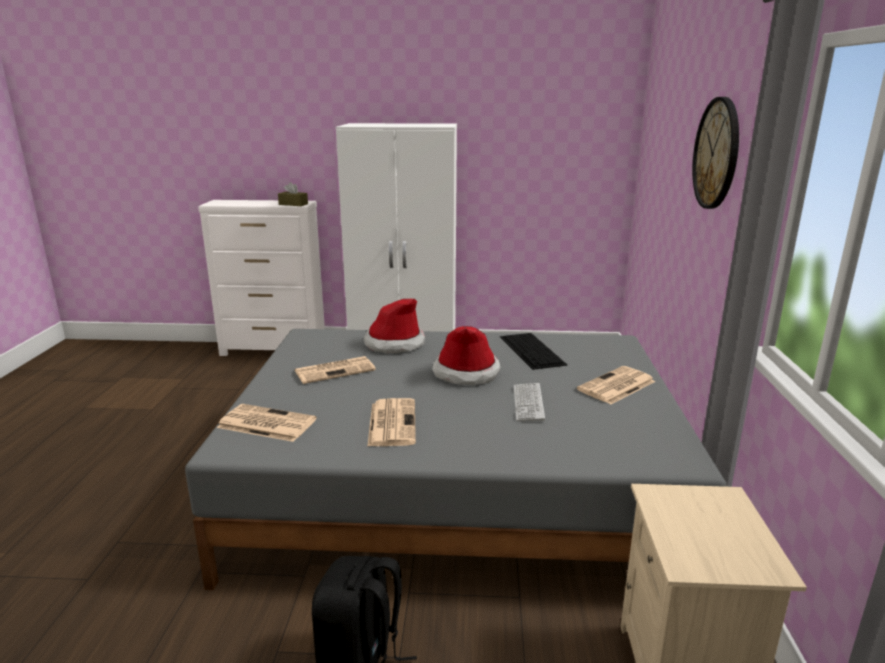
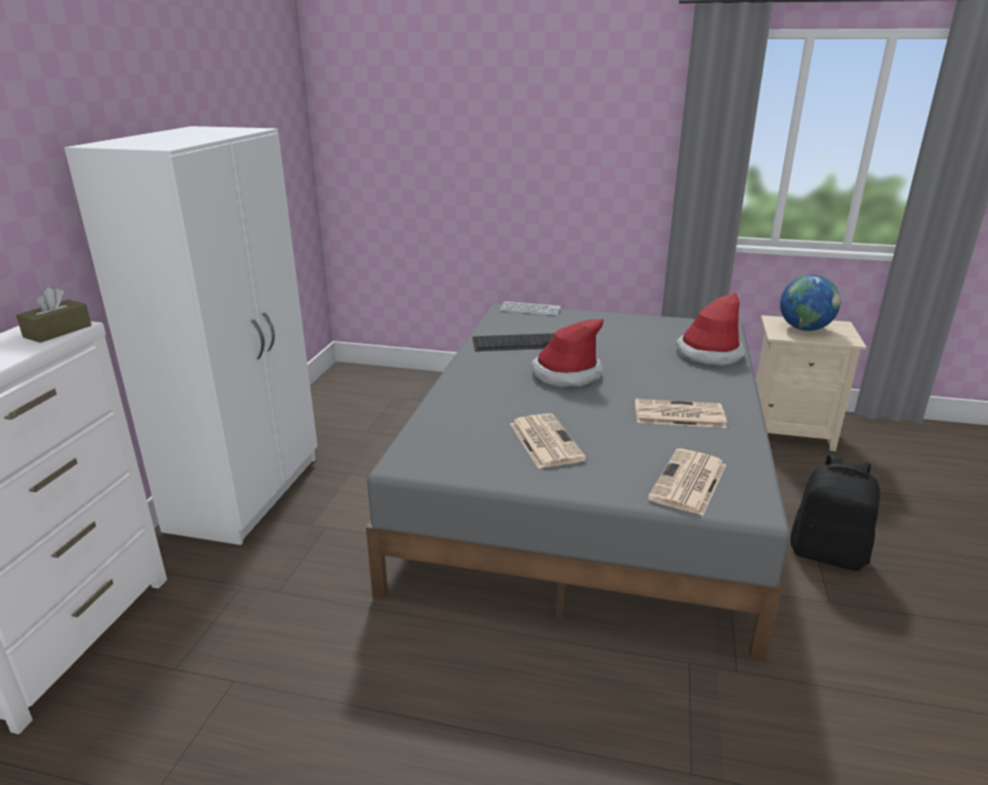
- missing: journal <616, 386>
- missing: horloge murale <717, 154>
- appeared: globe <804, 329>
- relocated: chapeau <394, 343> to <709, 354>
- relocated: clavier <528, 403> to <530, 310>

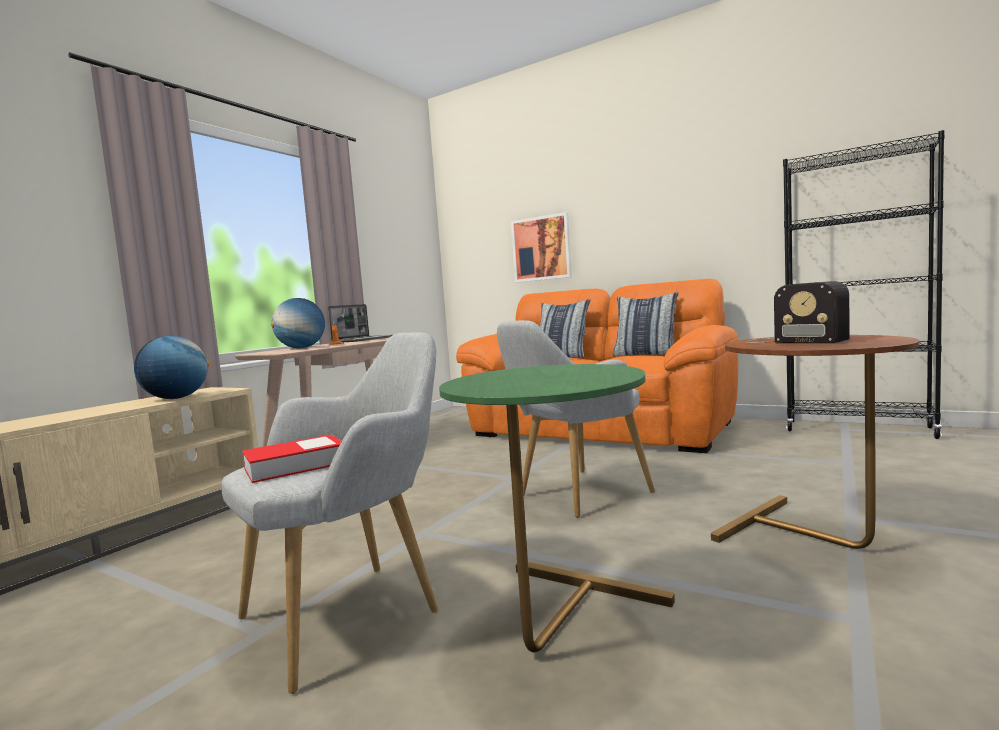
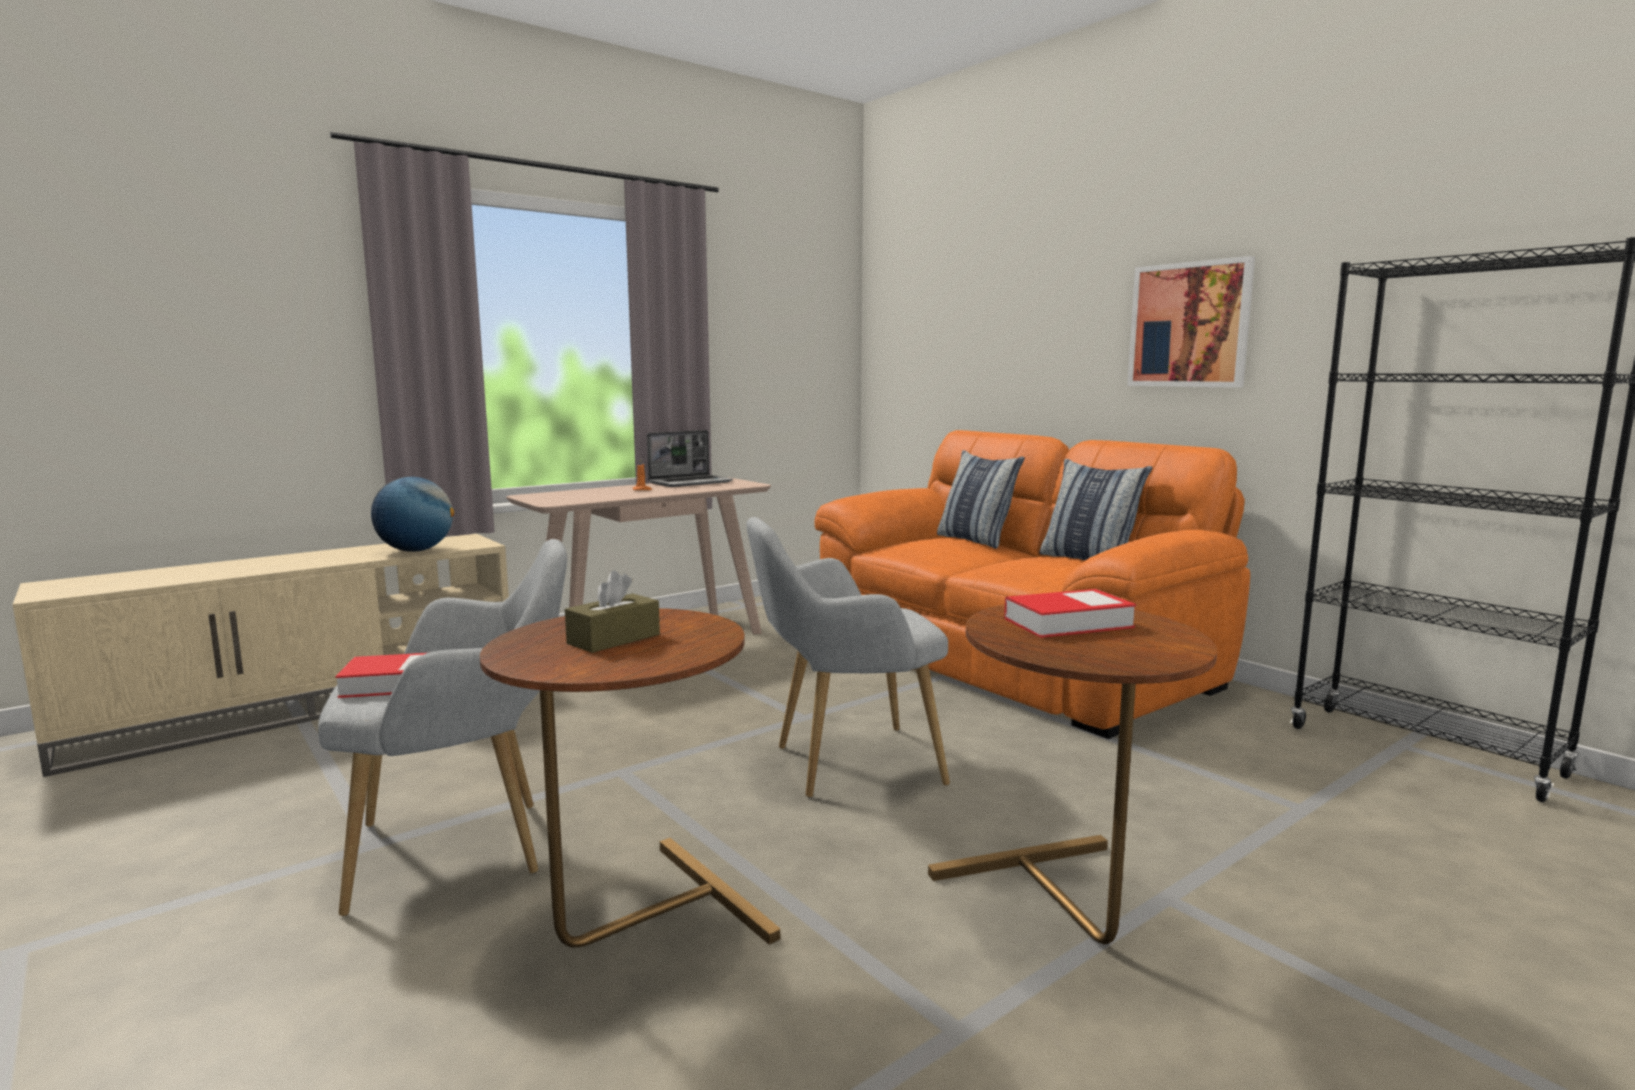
- missing: globe <301, 348>
- appeared: boîte à mouchoirs/marron <614, 639>
- relocated: tableau <541, 248> to <1189, 325>
- exchanged: radio <791, 341> to livre <1068, 623>
- colour: table d'appoint/vert <558, 623> to table d'appoint/marron <633, 924>

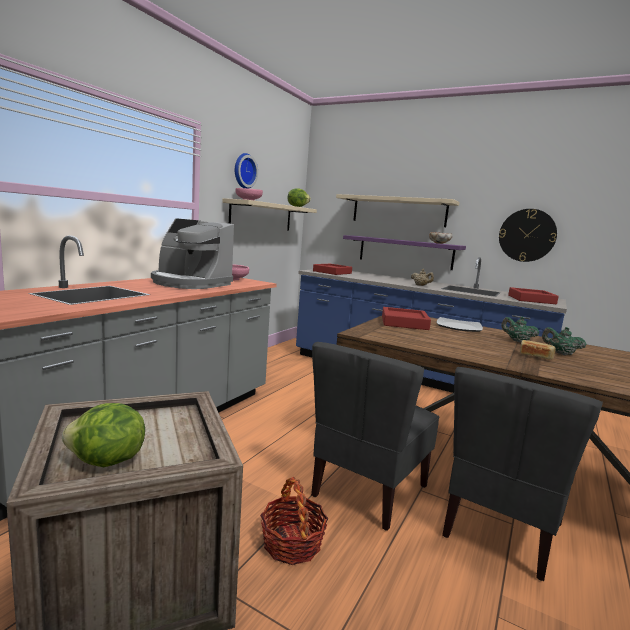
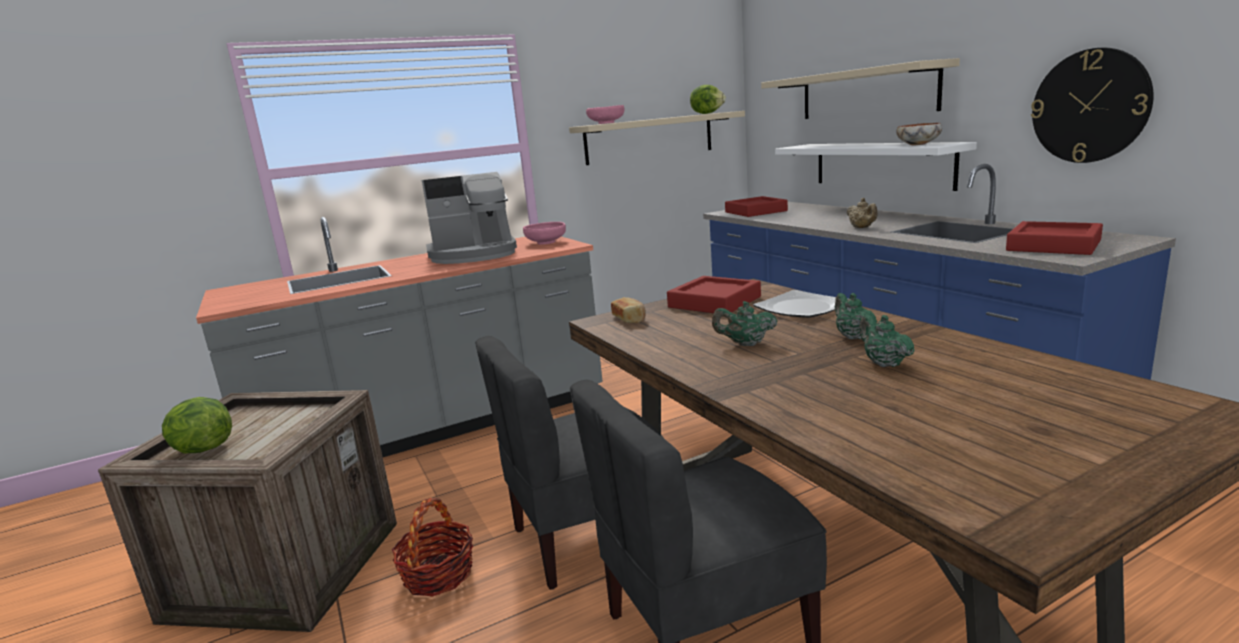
- missing: horloge murale <243, 171>
- appeared: théière/vert <745, 344>
- relocated: pain <535, 356> to <629, 319>
- colour: étagère/violet <405, 252> to étagère/blanc <881, 165>
- spun: machine à café <190, 283> = <474, 254> 75 degrees counterclockwise

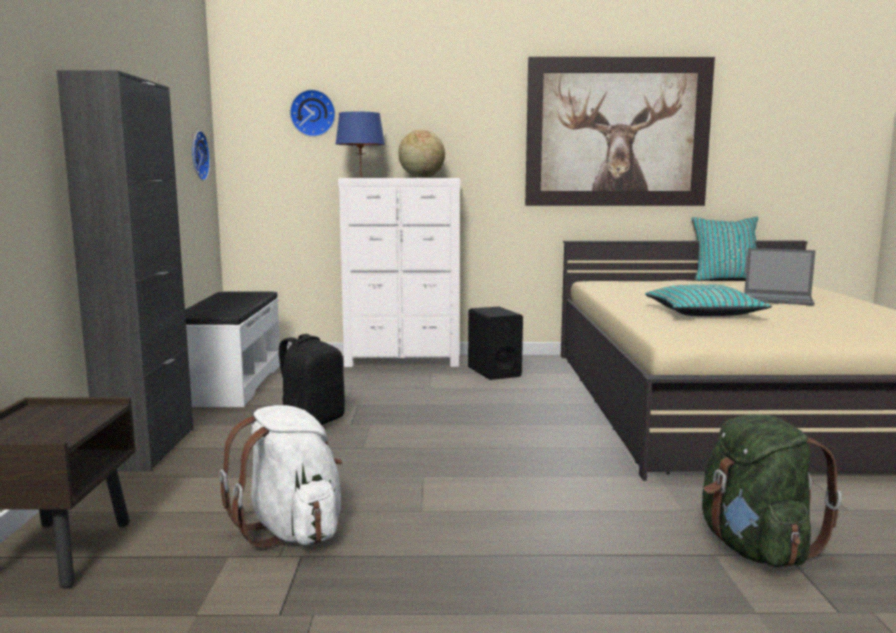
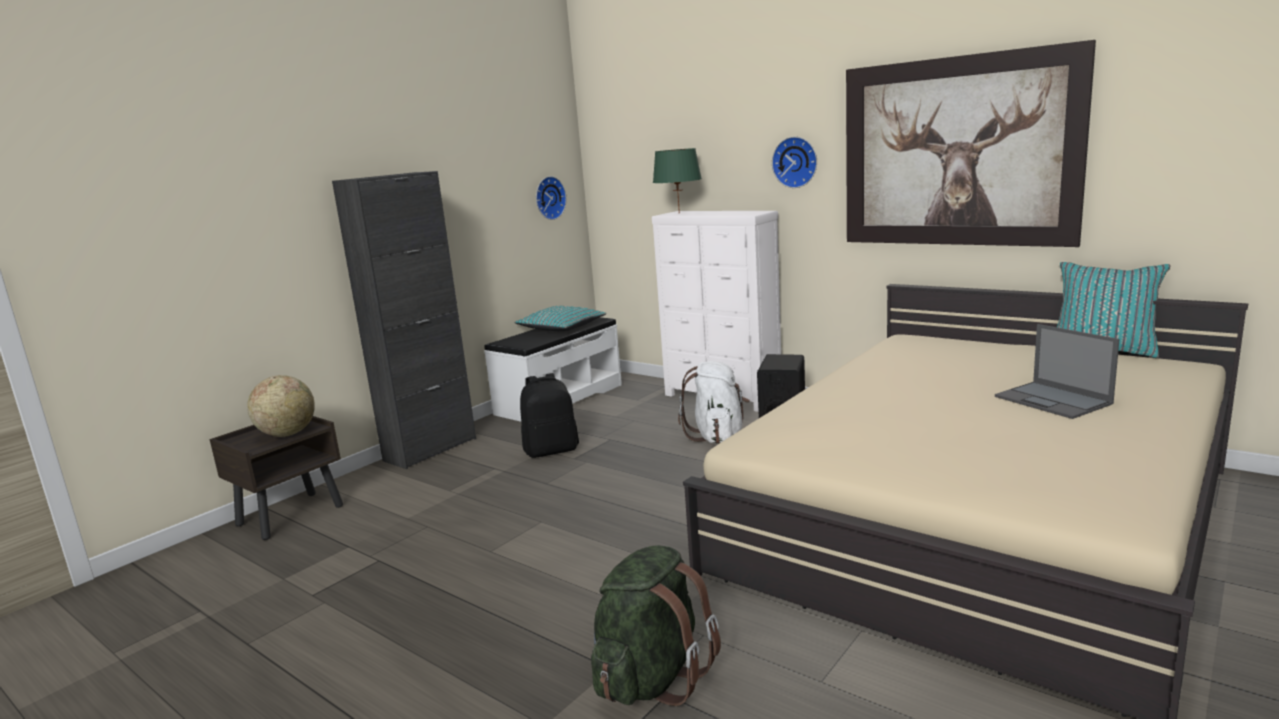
- relocated: sac à dos/blanc <292, 530> to <717, 437>
- relocated: horloge murale <313, 113> to <796, 162>
- relocated: globe <421, 177> to <287, 434>
- relocated: coussin/turquoise <703, 313> to <561, 327>
- colour: lampe de table/bleu <360, 177> to lampe de table/vert <679, 213>

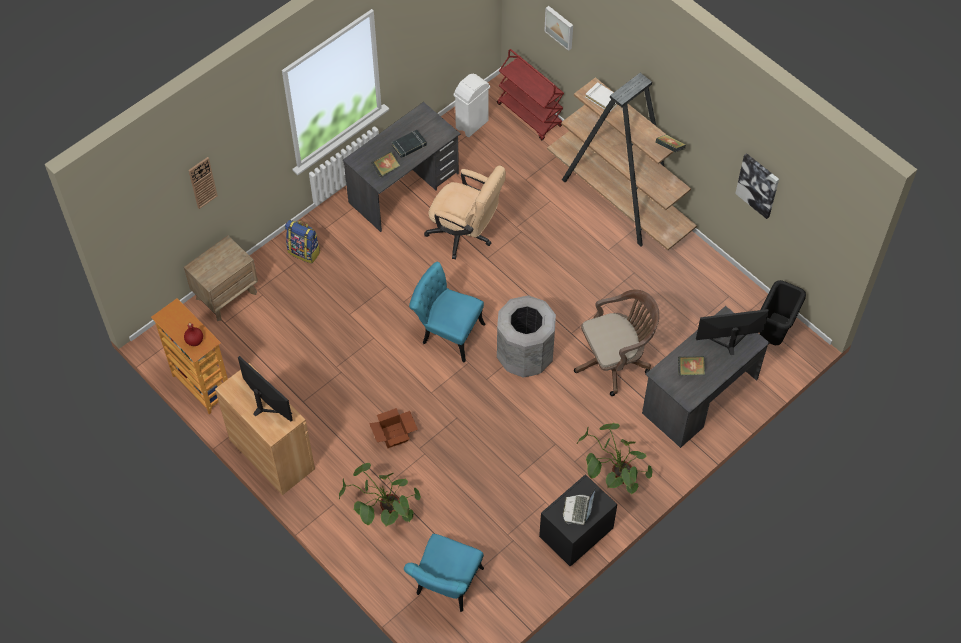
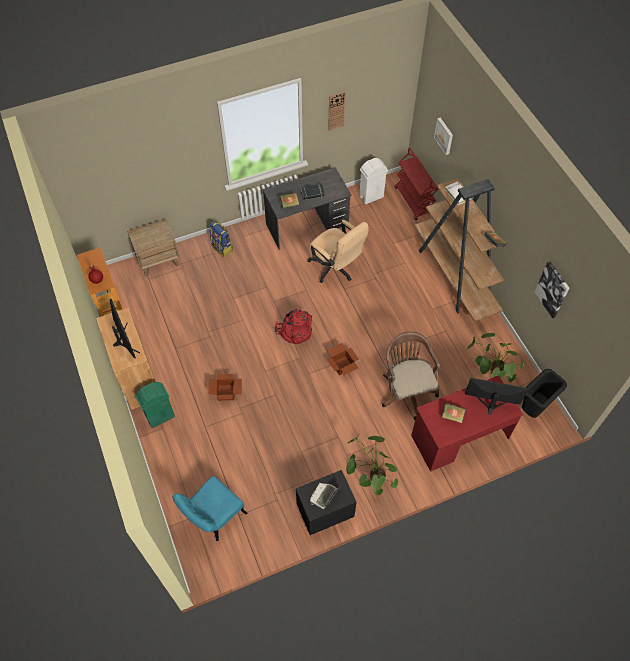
- appeared: poubelle/vert <160, 416>
- relocated: horloge murale <202, 182> to <336, 110>
- relocated: plante en pot <382, 514> to <490, 372>
- exchanged: chaise/turquoise <447, 332> to sac à dos/rouge <294, 331>
- exchanged: poubelle/gris <525, 356> to carton <342, 366>
- colour: bureau/gris <699, 396> to bureau/rouge <459, 437>
- spun: chaise de bureau/marron <615, 361> = <406, 390> 105 degrees counterclockwise

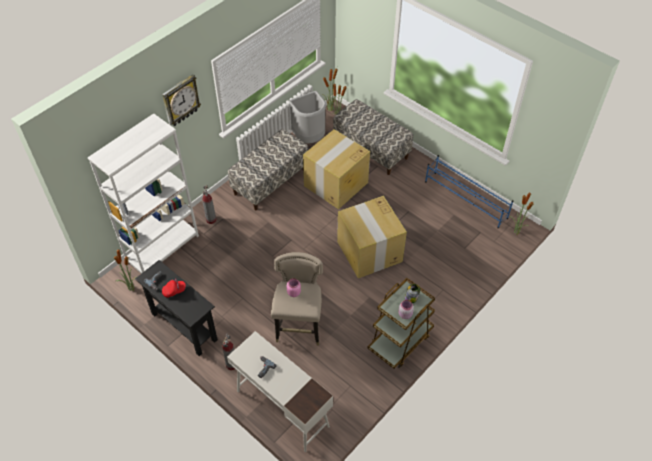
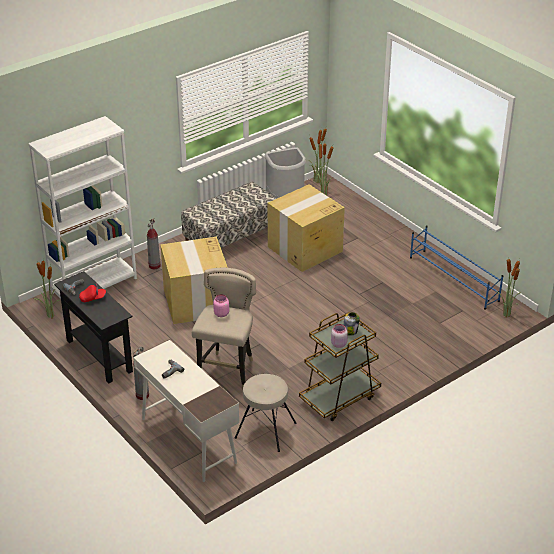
- missing: horloge murale <180, 100>
- missing: banc <371, 149>
- appeared: tabouret/beige <265, 430>
- relocated: carton <370, 252> to <196, 302>

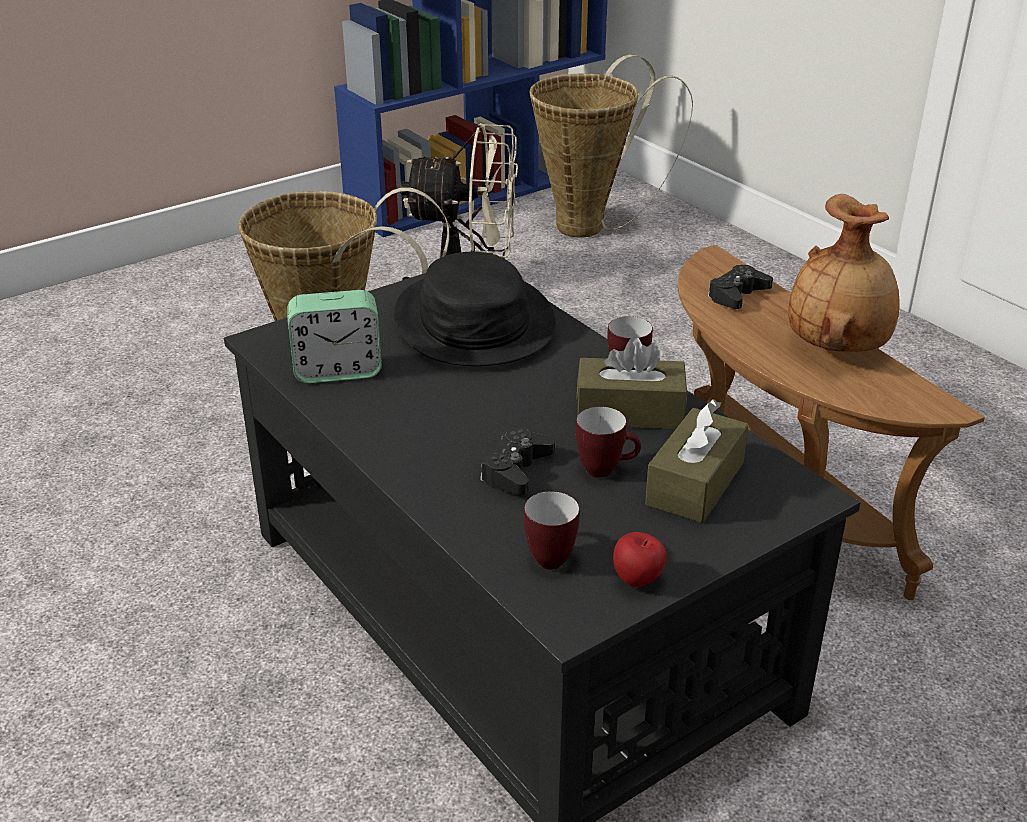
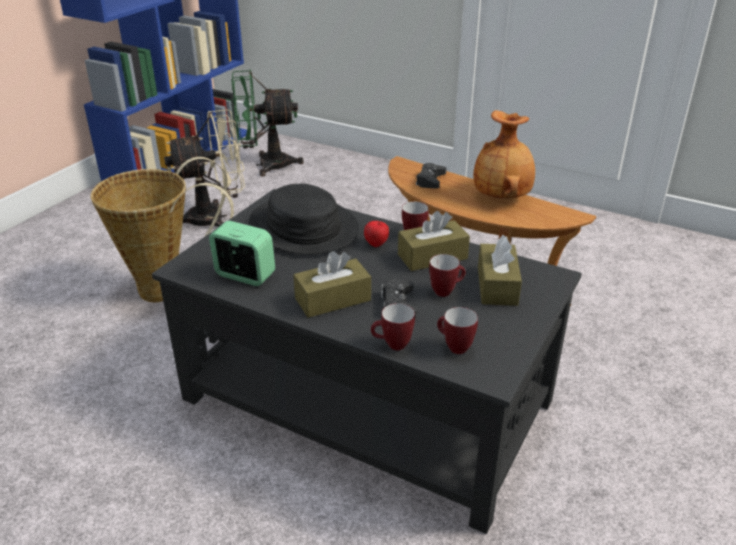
- appeared: boîte à mouchoirs/marron <333, 299>
- appeared: mug <392, 345>
- relocated: pomme <638, 581> to <376, 245>
- exchanged: panier <591, 226> to ventilateur/vert <265, 165>
- spun: réveil <338, 371> = <245, 275> 120 degrees counterclockwise

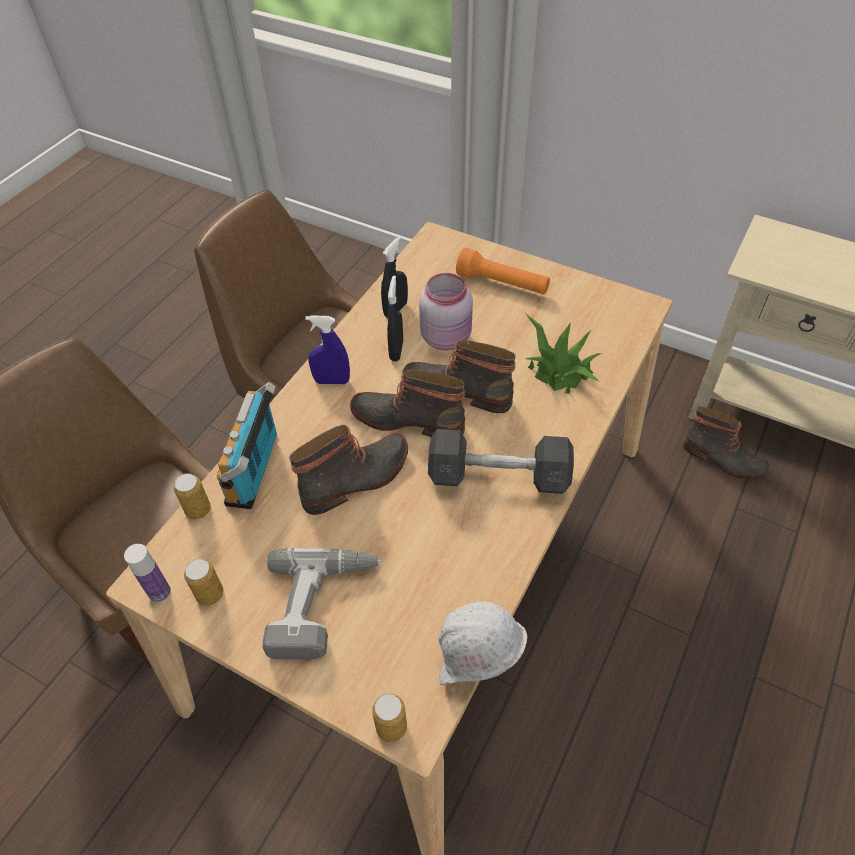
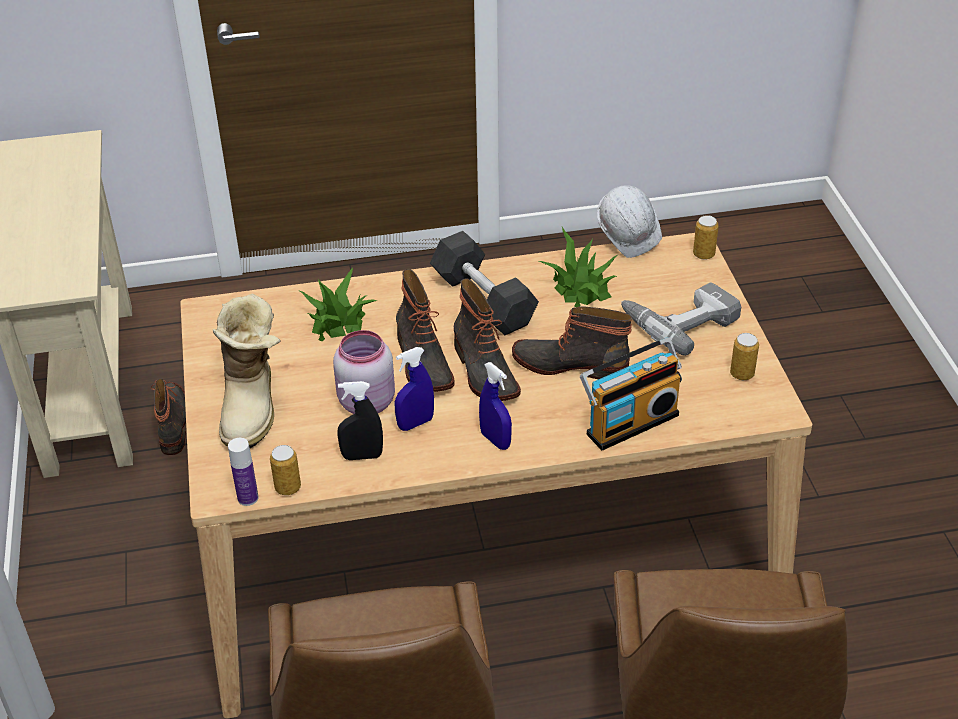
- appeared: plante en pot <581, 287>
- relocated: bouteille <159, 592> to <248, 498>
- relocated: boîte métallique <198, 510> to <288, 487>
- exchanged: lampe de poche/orange <502, 284> to botte <253, 406>
- colour: vaporisateur/noir <396, 350> to vaporisateur/bleu <415, 423>

